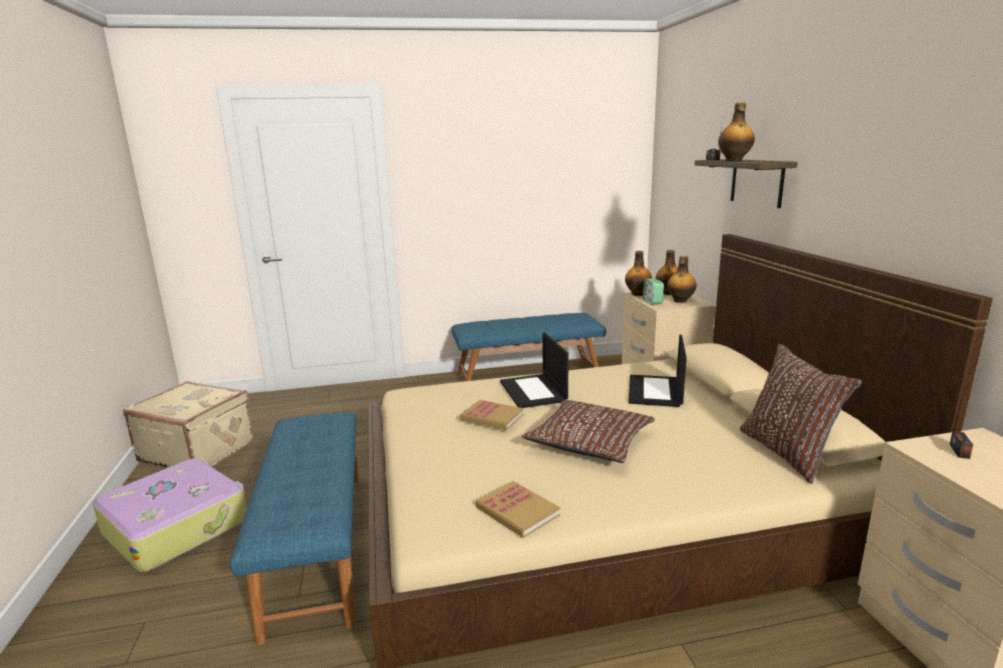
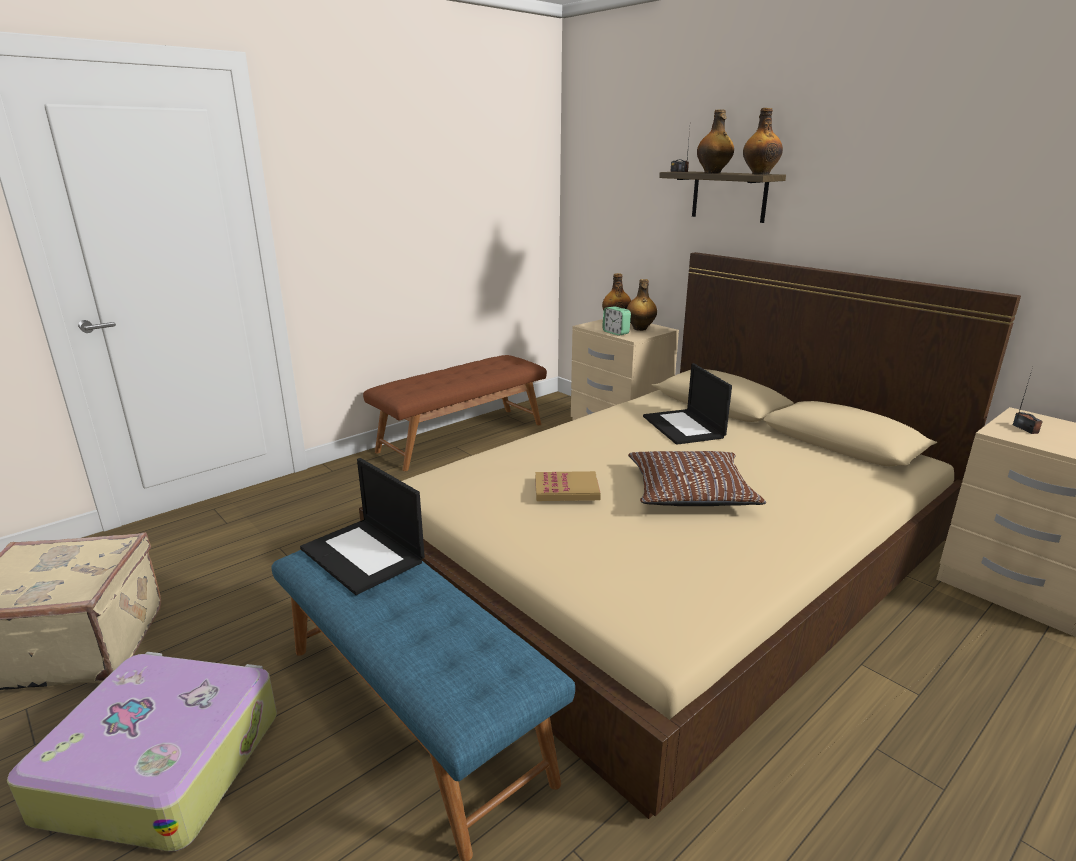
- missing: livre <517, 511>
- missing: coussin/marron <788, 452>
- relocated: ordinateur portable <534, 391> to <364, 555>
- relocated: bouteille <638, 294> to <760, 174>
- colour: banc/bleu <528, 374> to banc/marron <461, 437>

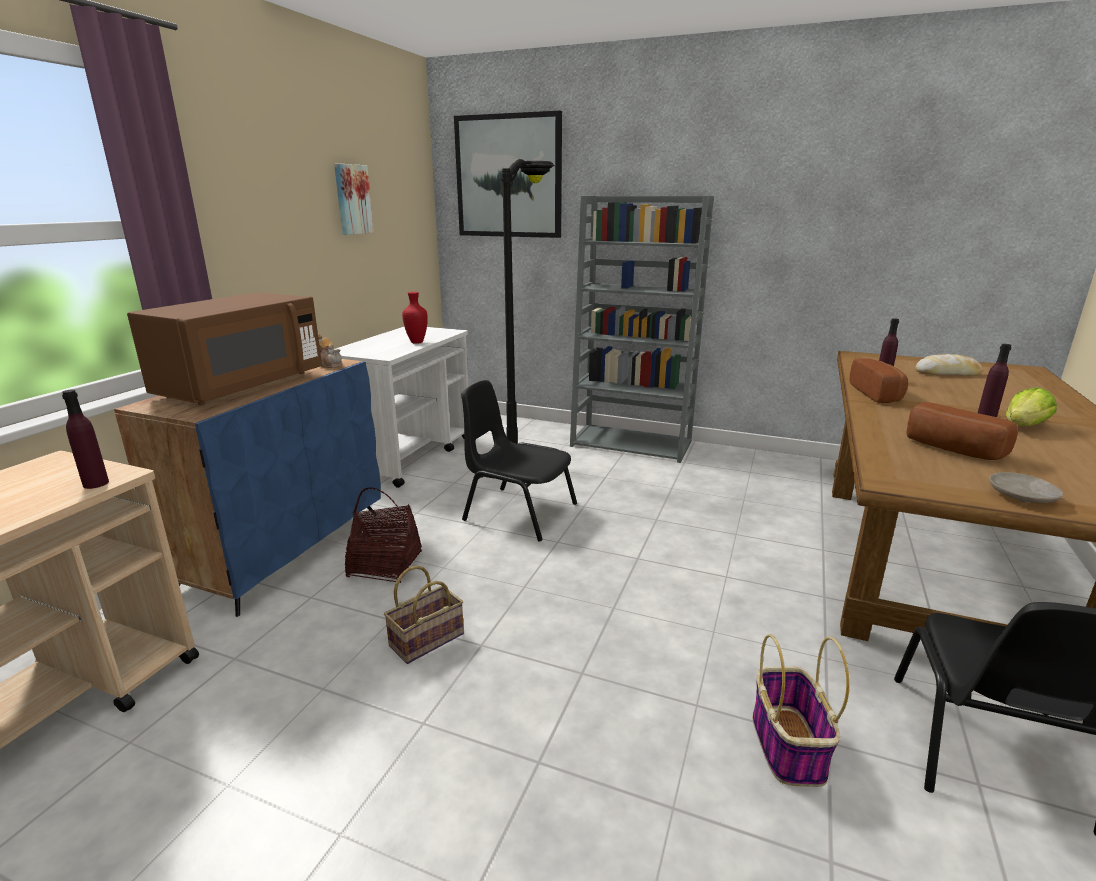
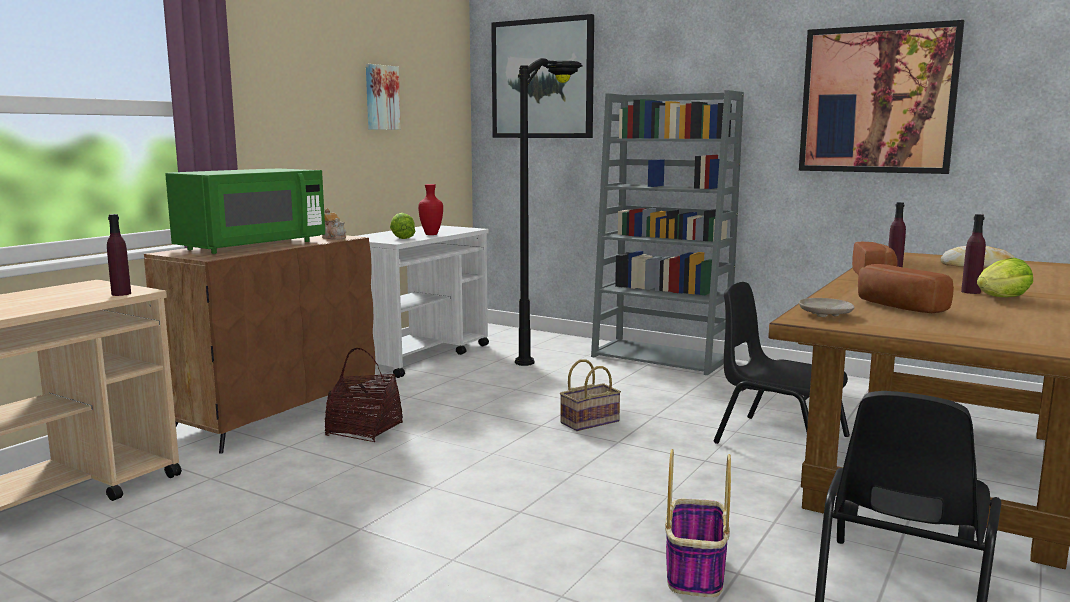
- appeared: laitue <401, 238>
- appeared: tableau <877, 100>
- relocated: panier <427, 638> to <590, 421>
- relocated: chaise/noir <518, 512> to <779, 439>
- relocated: assiette/beige <1022, 497> to <825, 315>
- colour: meuble de rangement/bleu <286, 550> to meuble de rangement/marron <276, 414>
- colour: micro-ondes/marron <242, 386> to micro-ondes/vert <251, 246>

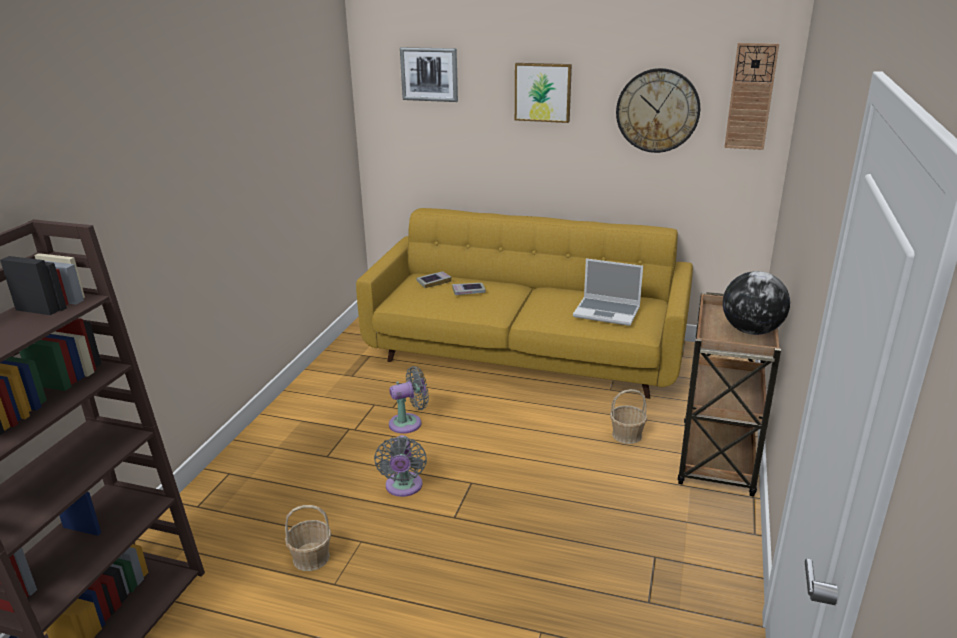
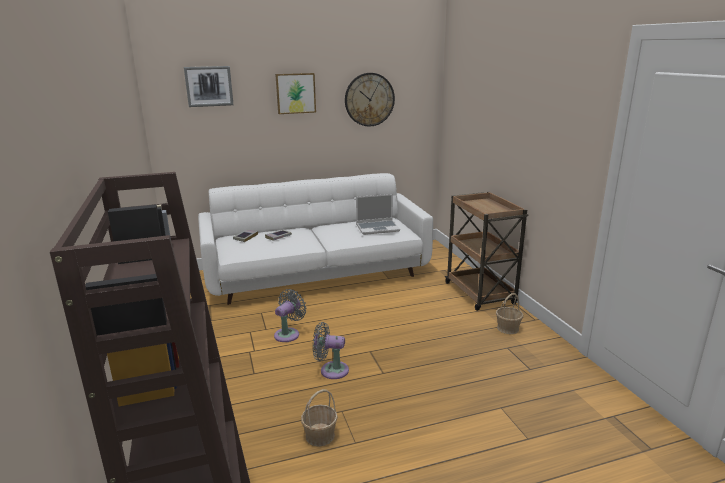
- missing: globe <751, 331>
- missing: horloge murale <750, 97>
- relocated: panier <627, 435> to <508, 328>
- colour: canapé/jaune <526, 353> to canapé/blanc <317, 274>
- spun: ventilateur/gris <403, 487> = <331, 370> 135 degrees clockwise

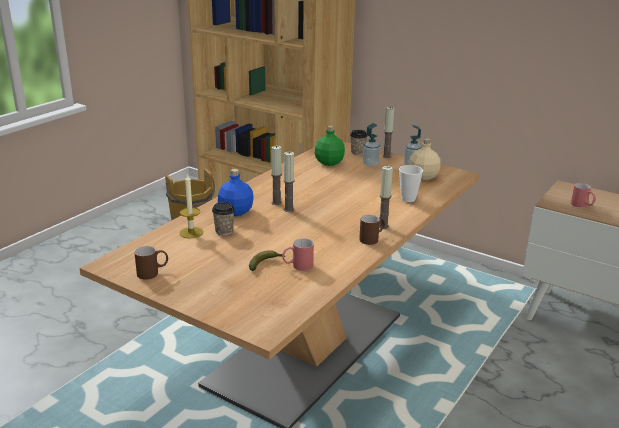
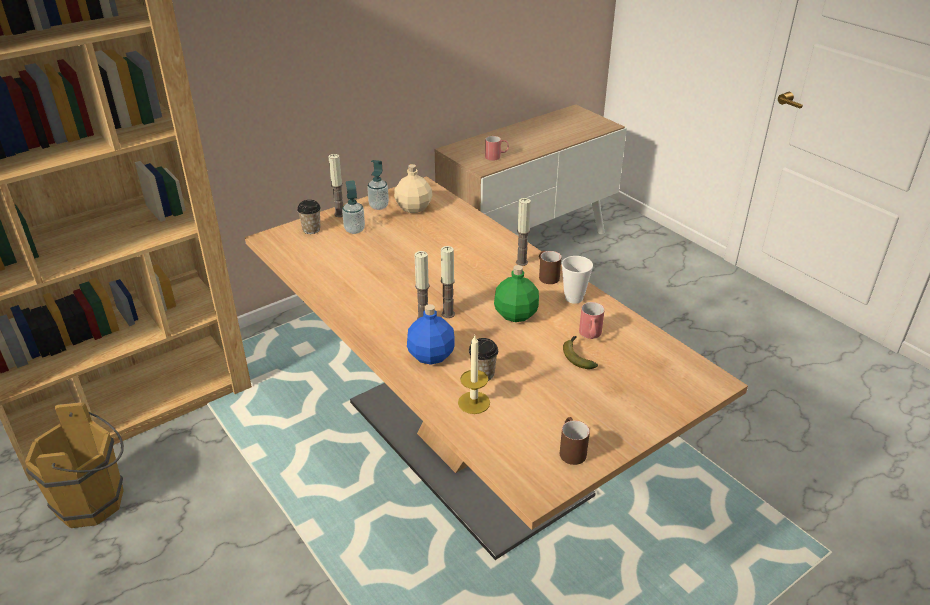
- relocated: bouteille/vert <329, 162> to <516, 314>
- relocated: tasse <408, 199> to <574, 298>

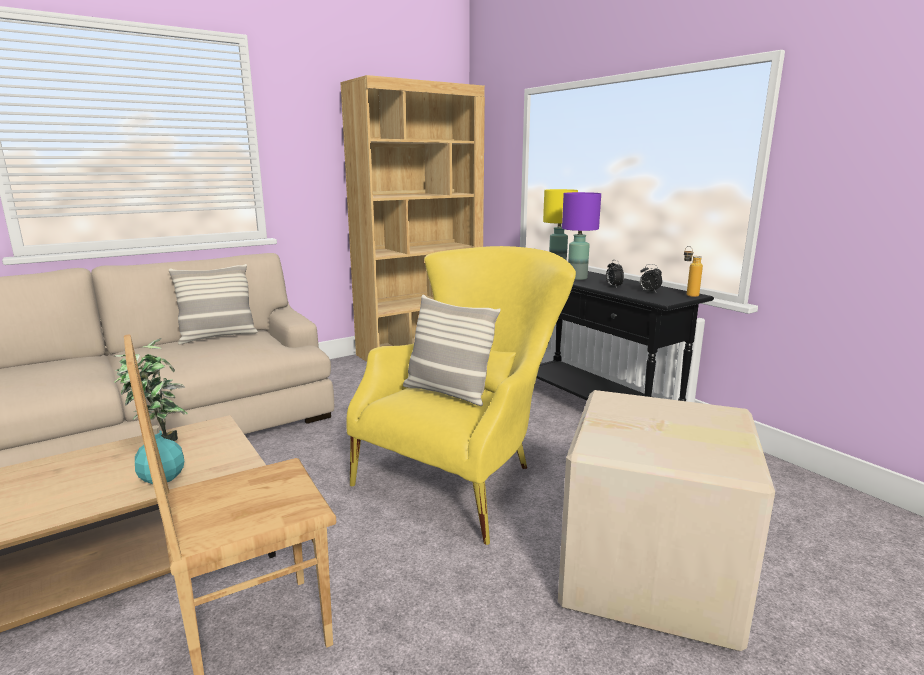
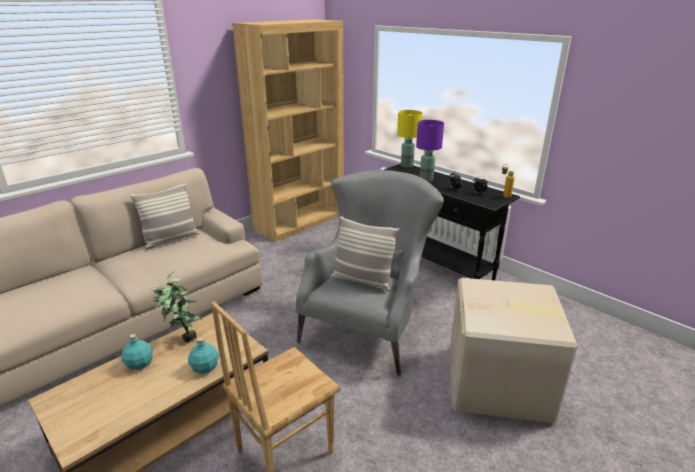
- appeared: bouteille/turquoise <140, 364>
- colour: fauteuil/jaune <467, 471> to fauteuil/gris <369, 323>

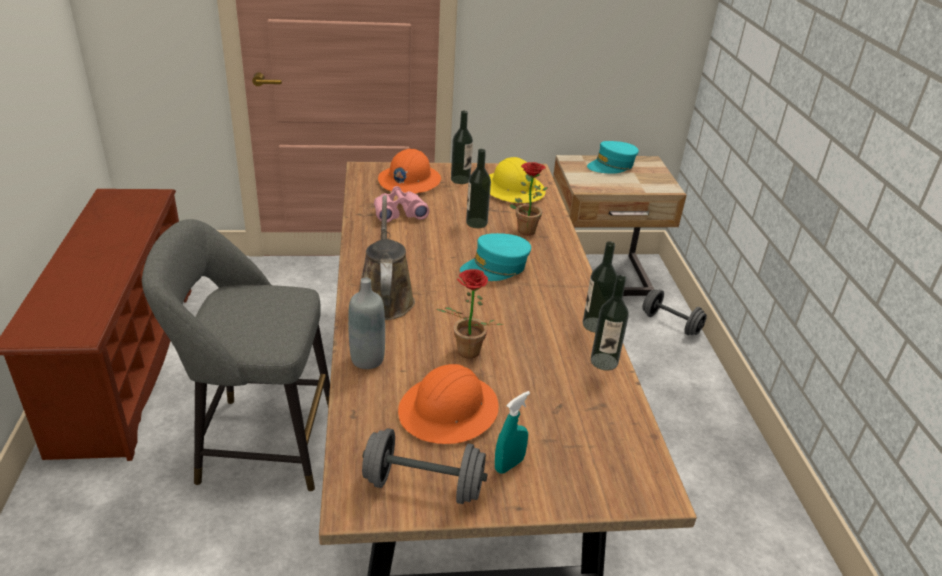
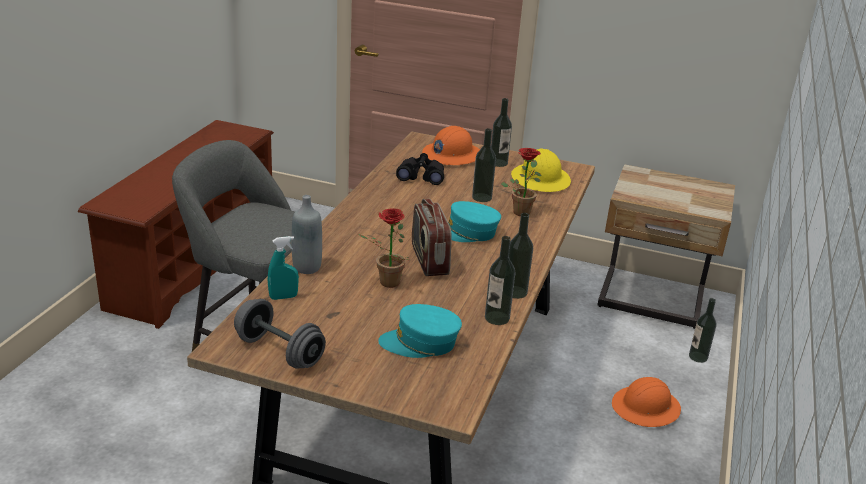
- missing: arrosoir/marron <385, 298>
- appeared: radio <429, 260>
- relocated: casque de chantier/orange <449, 411> to <646, 408>
- relocated: vaporisateur/turquoise <509, 465> to <283, 297>
- relocated: casquette/turquoise <611, 166> to <420, 343>
- exchanged: haltère/gris <671, 323> to bouteille <698, 357>
- colour: jumelles/rose <399, 213> to jumelles/noir <421, 177>

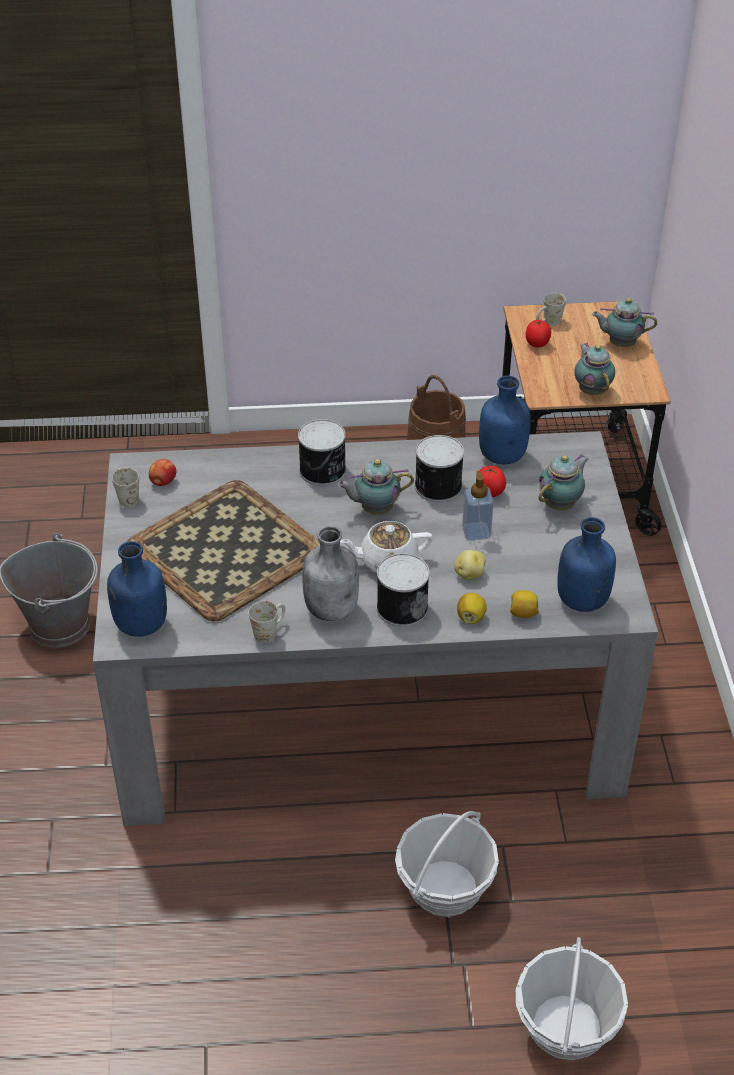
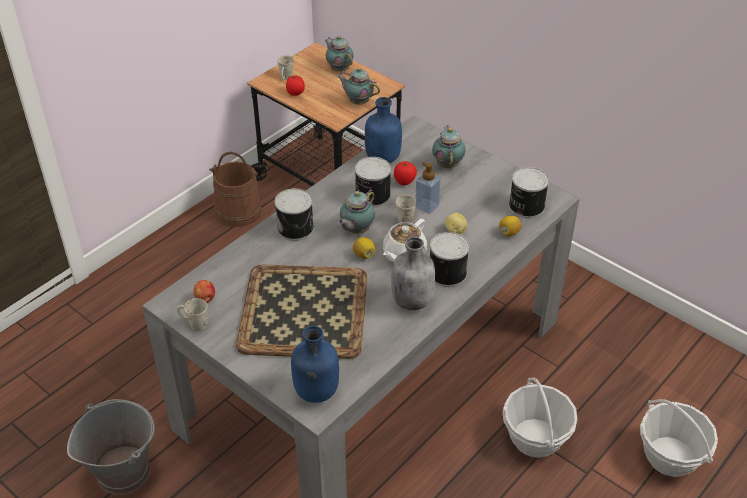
- relocated: mug/blanc <270, 631> to <404, 216>
- relocated: citron <471, 617> to <364, 255>
- exchanged: bouteille/bleu <581, 600> to boîte métallique <525, 206>
- spun: théière <620, 343> = <339, 69> 90 degrees clockwise

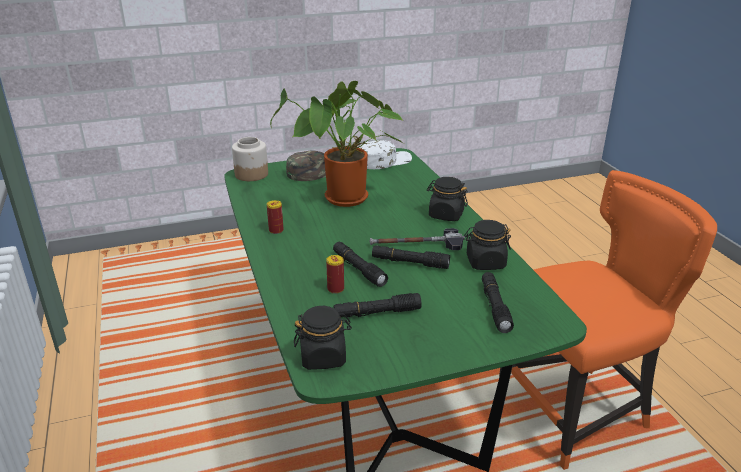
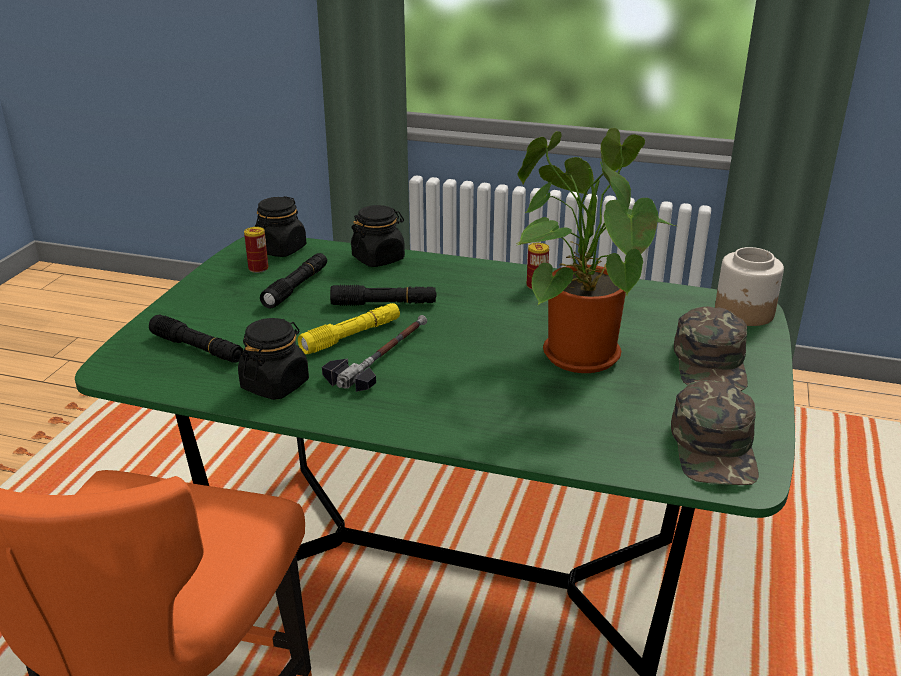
- relocated: boîte métallique <335, 289> to <258, 268>
- relocated: bocal/noir <445, 215> to <378, 258>
- colour: casquette/blanc <383, 161> to casquette/vert <715, 447>
- colour: lampe de poche/noir <410, 263> to lampe de poche/jaune <351, 336>

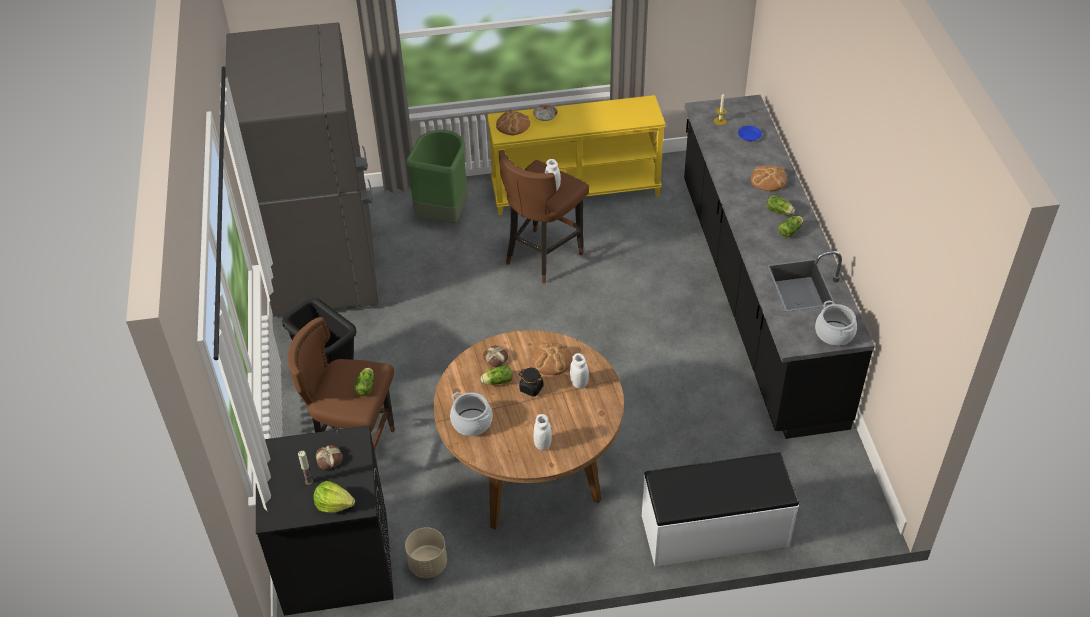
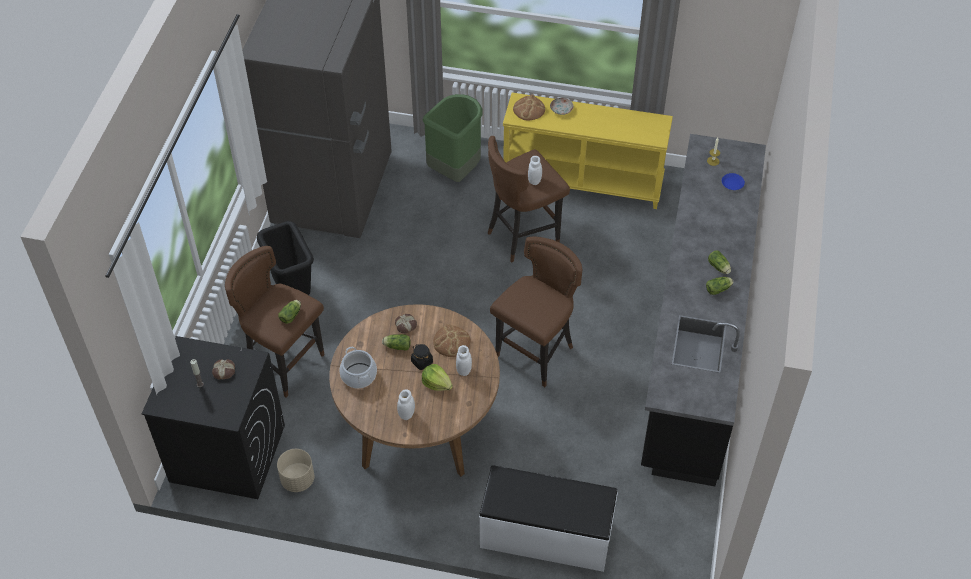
- missing: pain <768, 179>
- missing: marmite <834, 333>
- appeared: tabouret/marron <535, 355>
- relocated: laitue <334, 504> to <436, 383>

